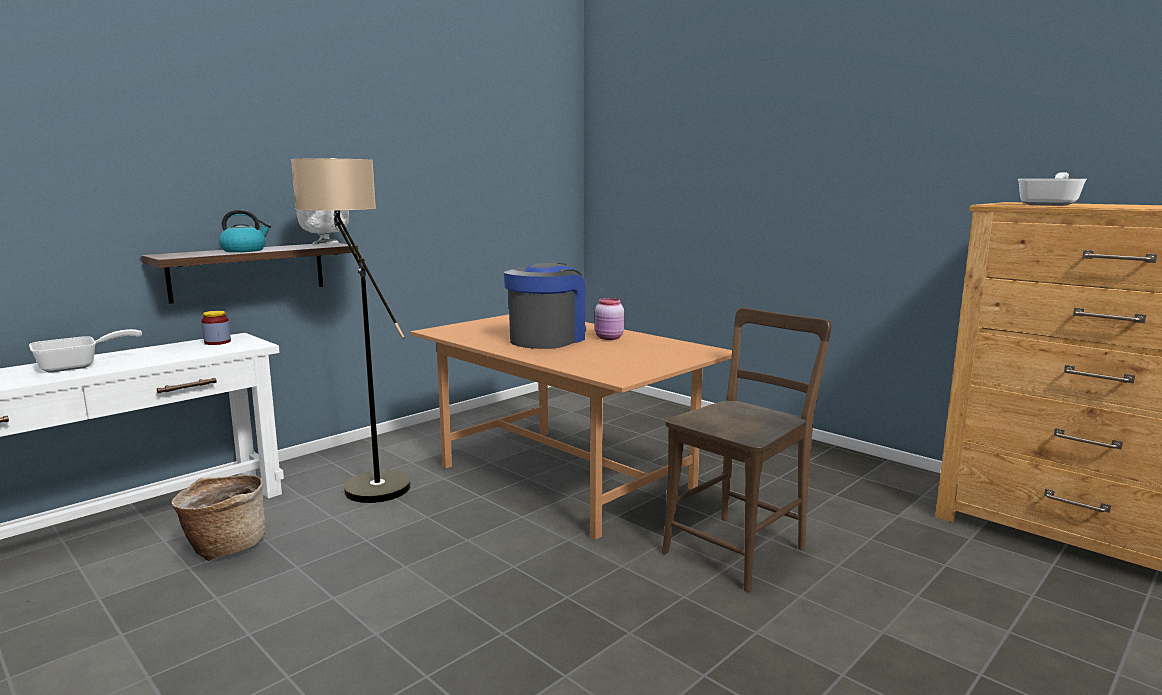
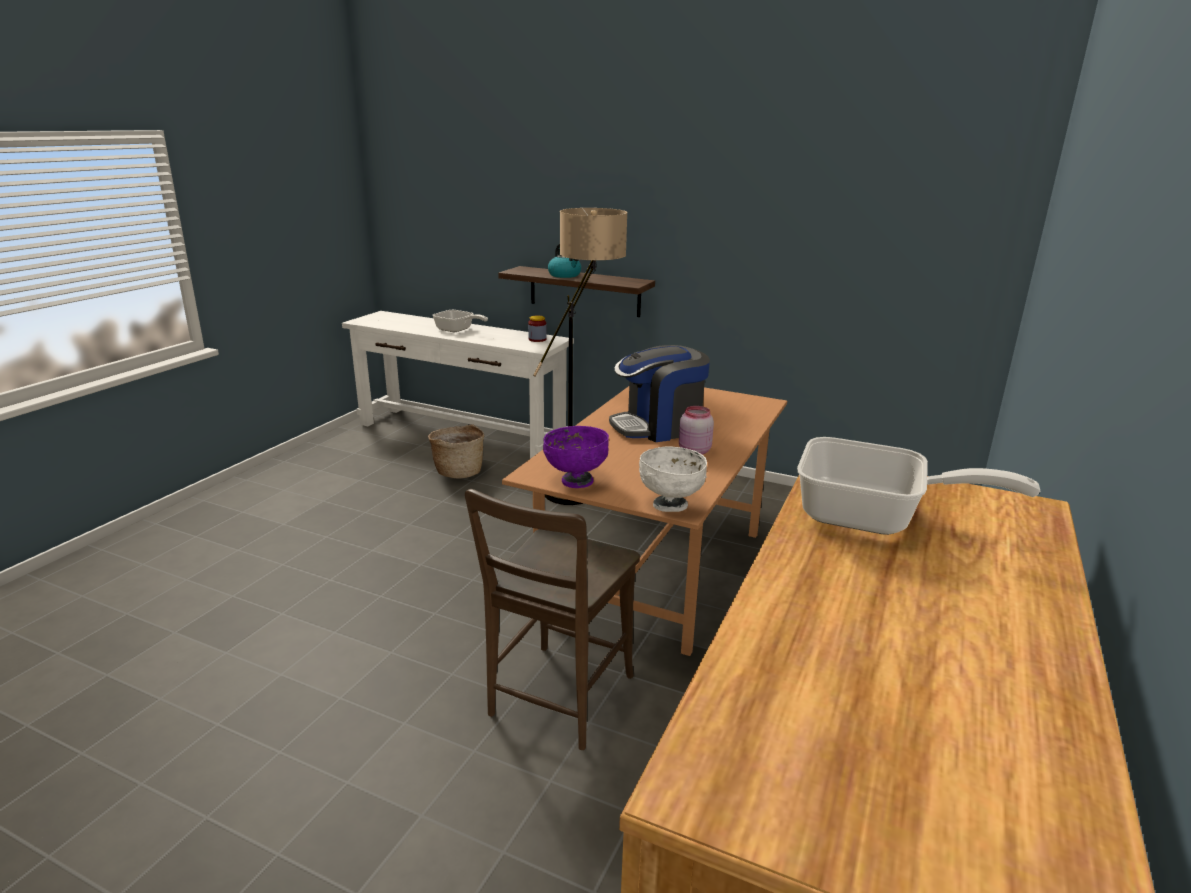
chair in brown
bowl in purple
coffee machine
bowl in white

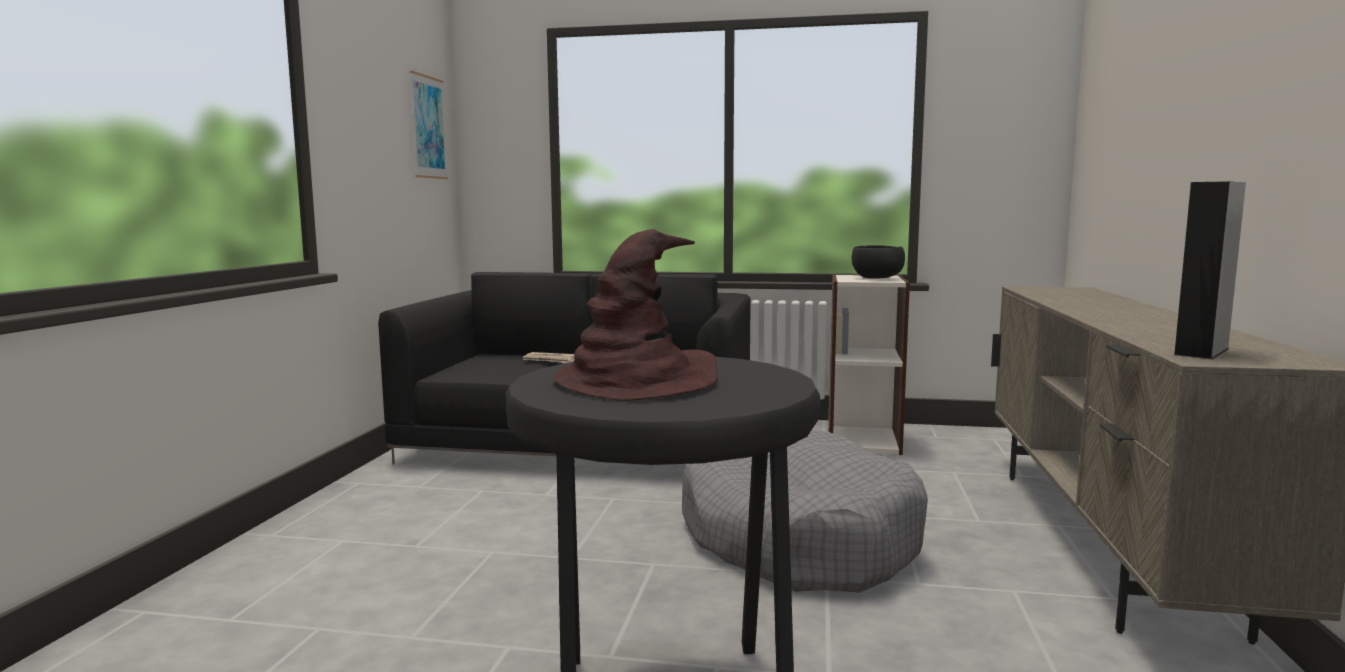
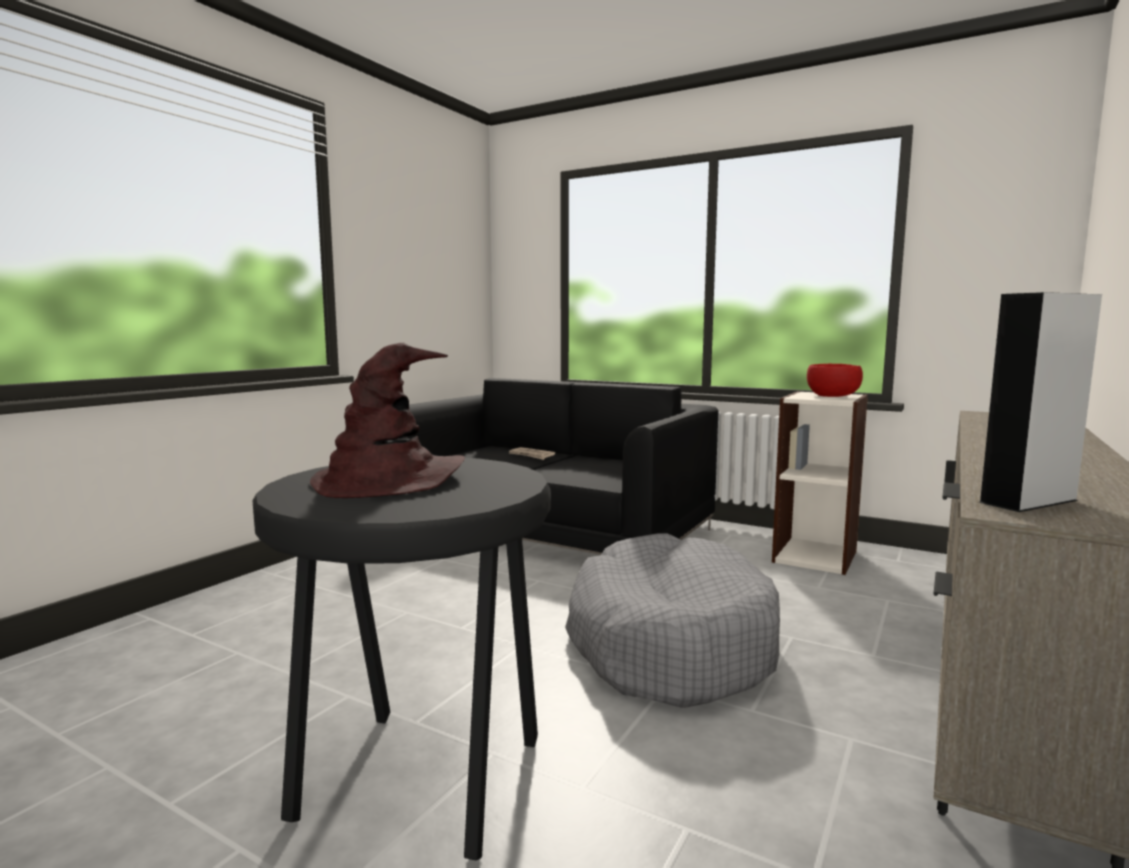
bowl in red
picture

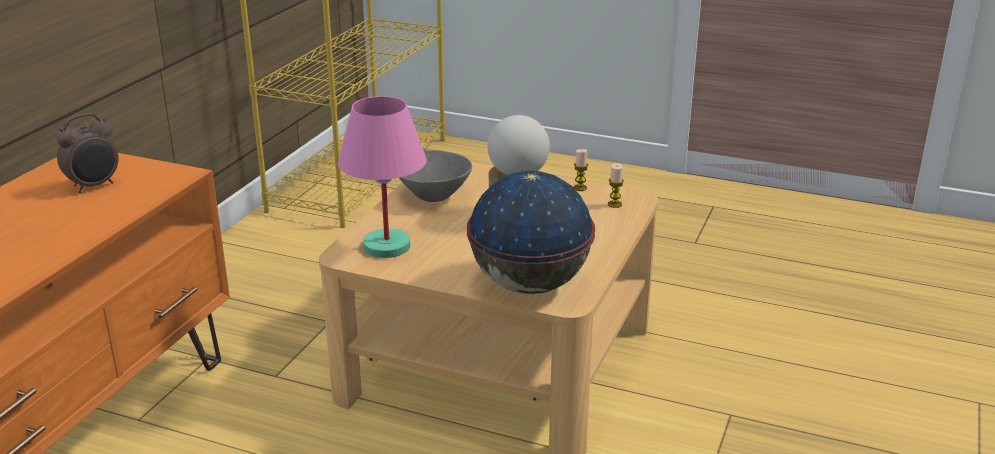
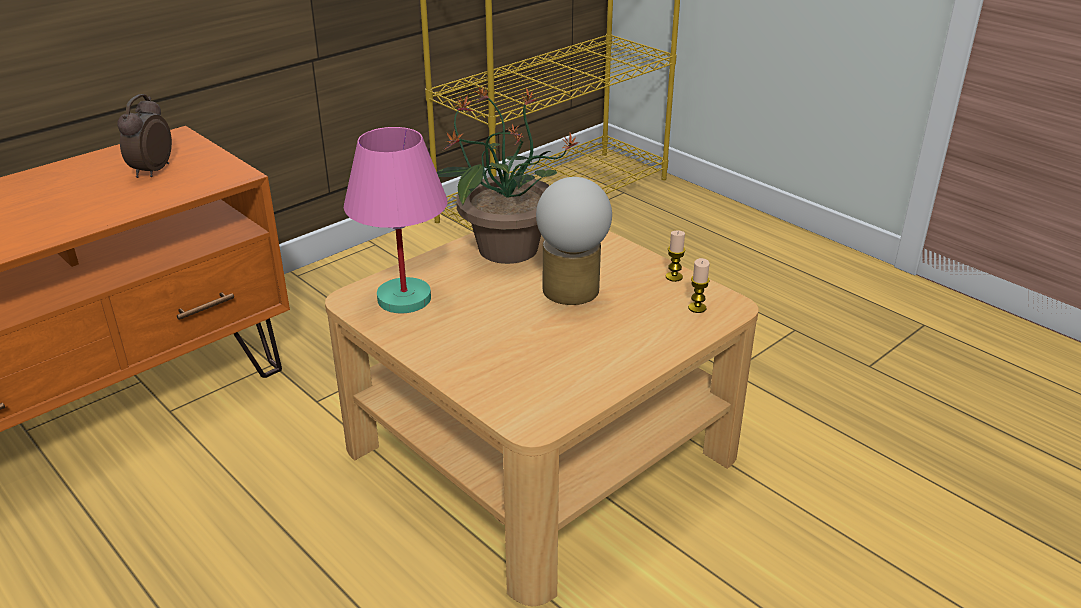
alarm clock
potted plant
globe

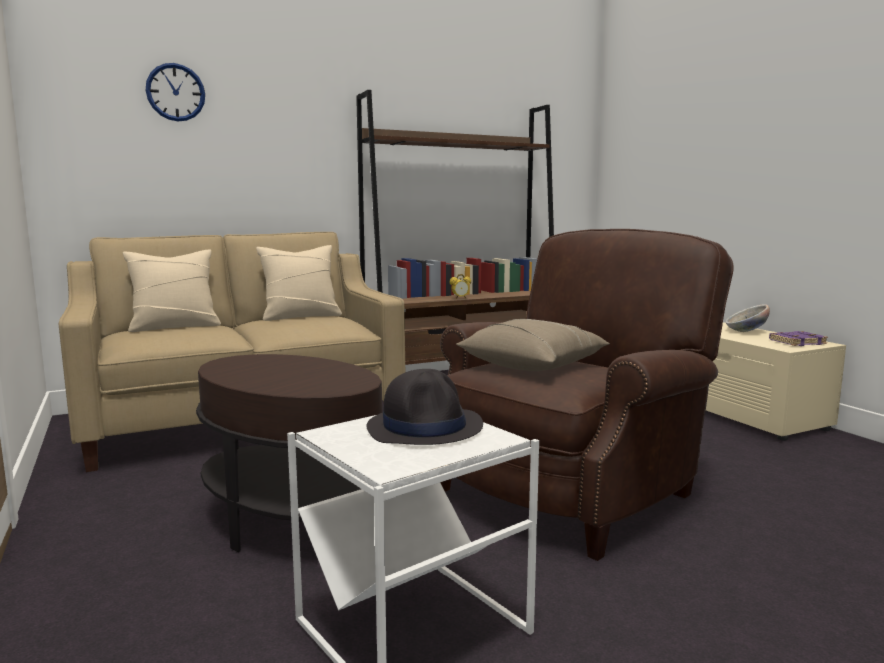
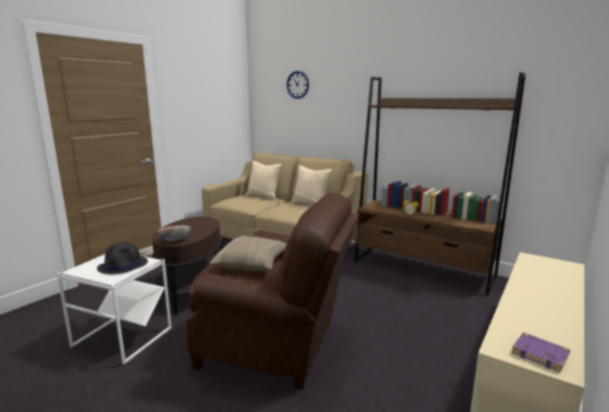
bowl

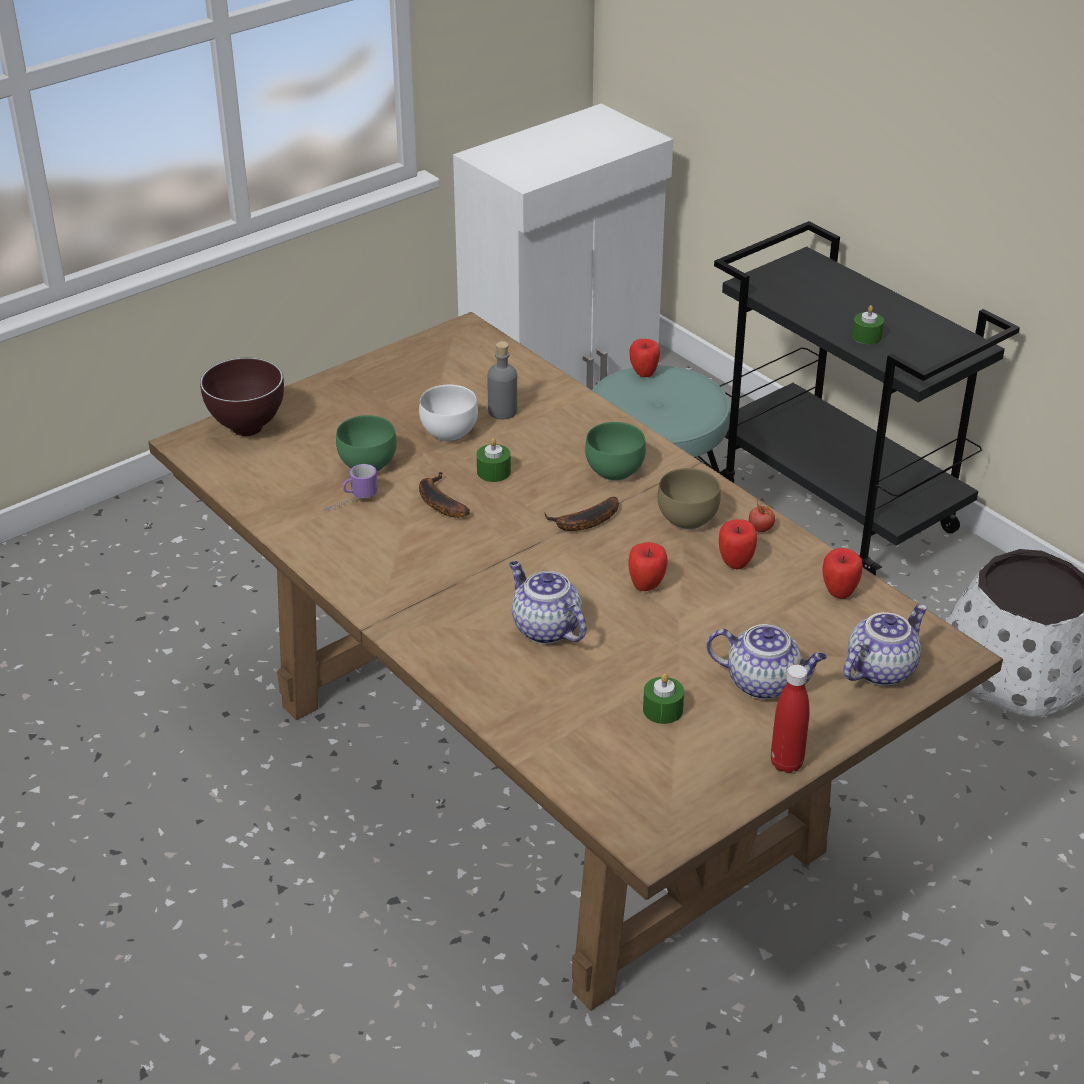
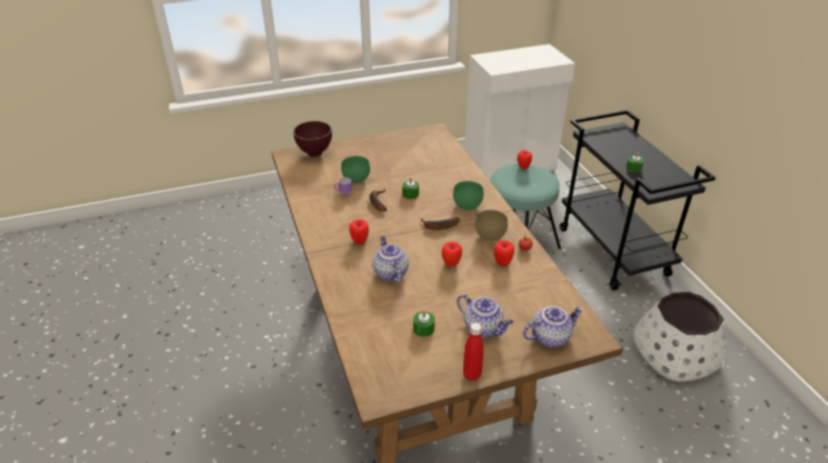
apple (1st from left)
bowl in white
bottle in grey

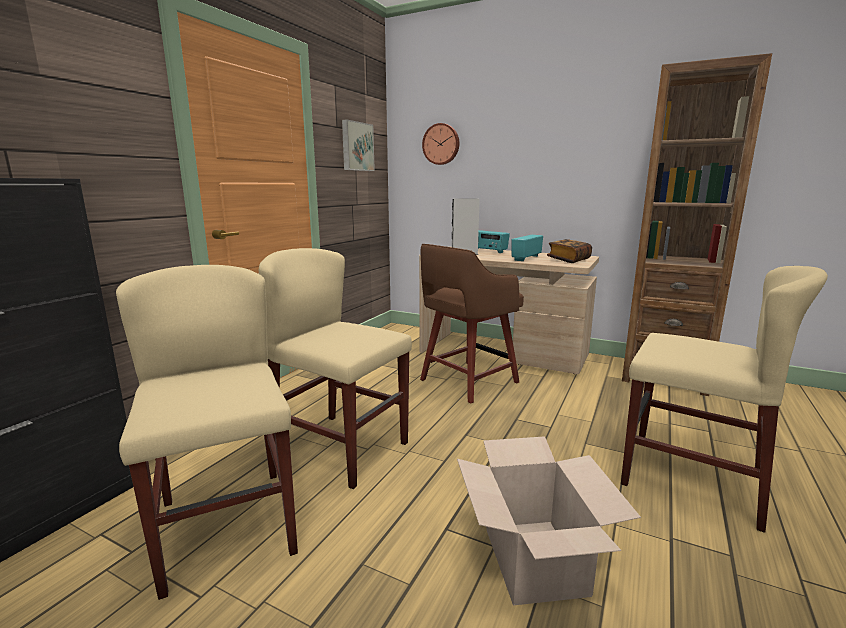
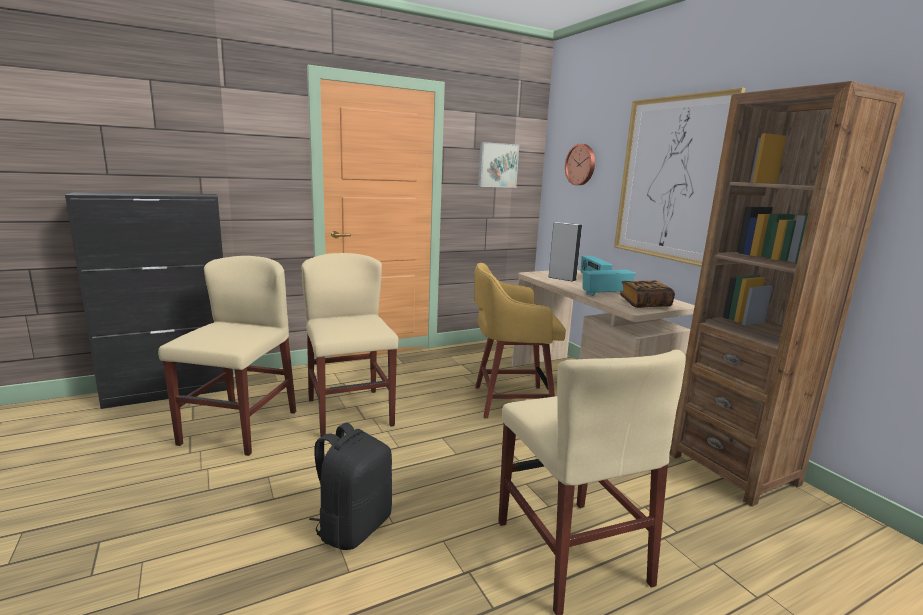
backpack in black
stool in yellow
picture (2nd from left)

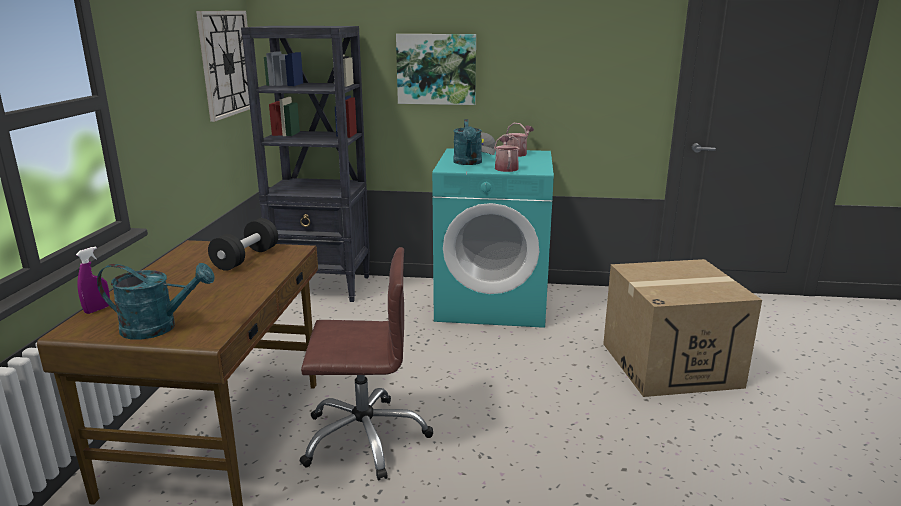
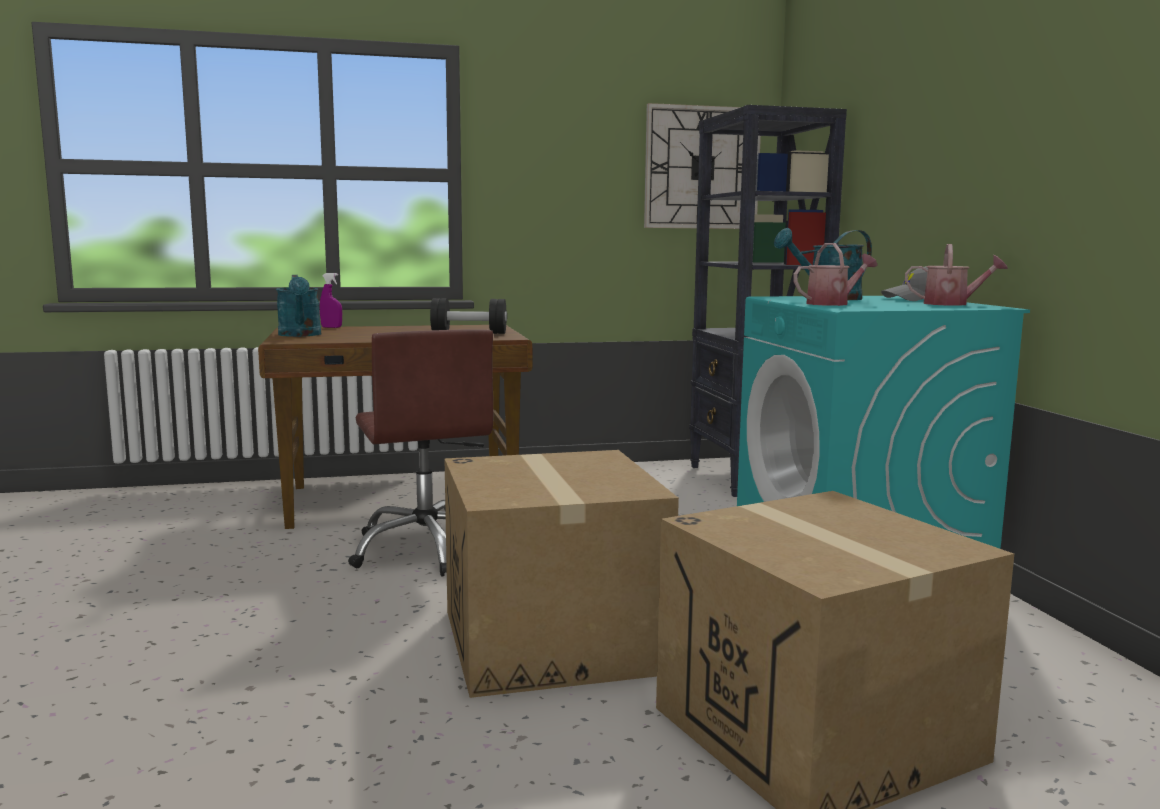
cardboard box (1st from left)
picture

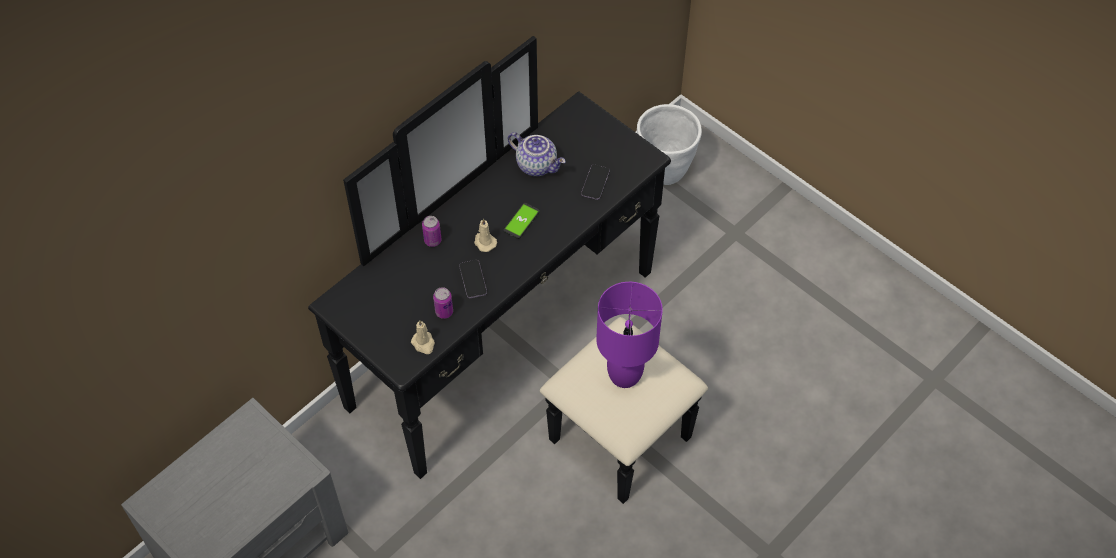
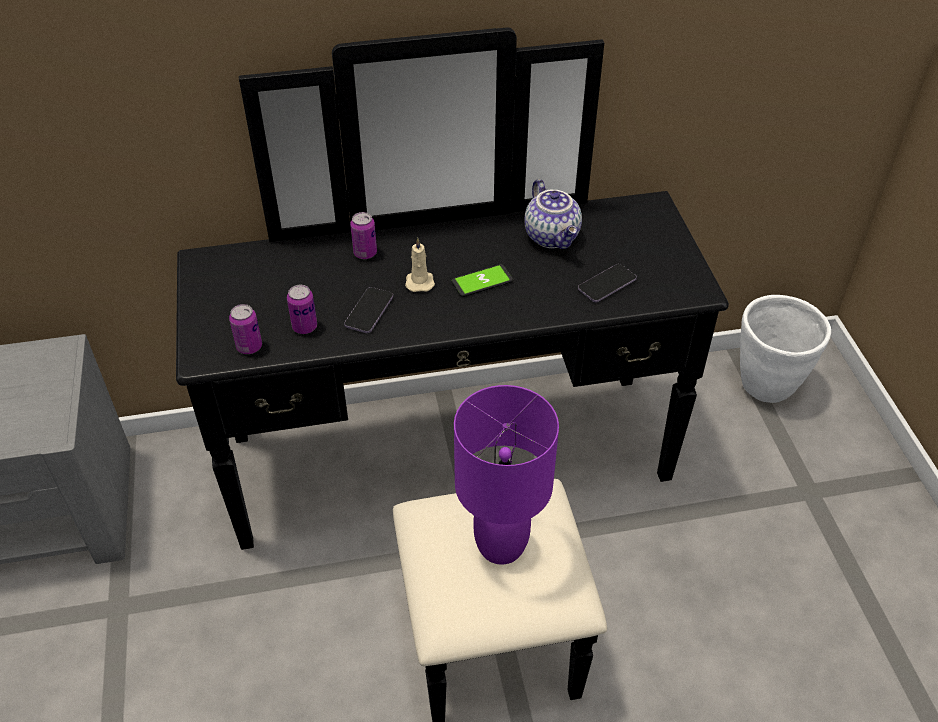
can (1st from left)

